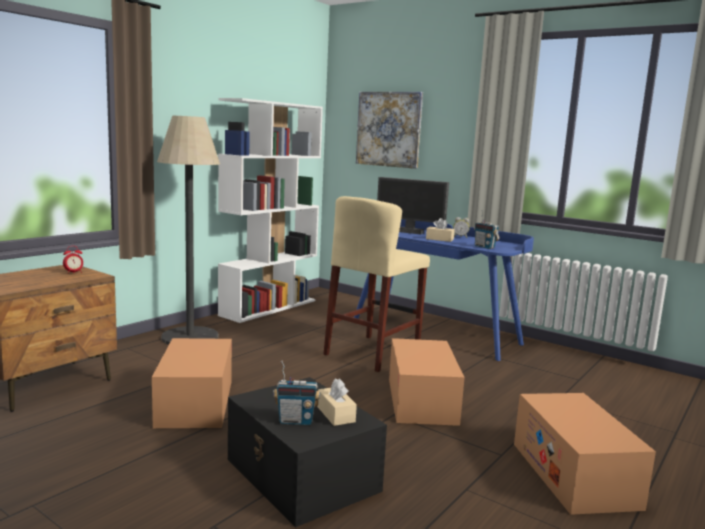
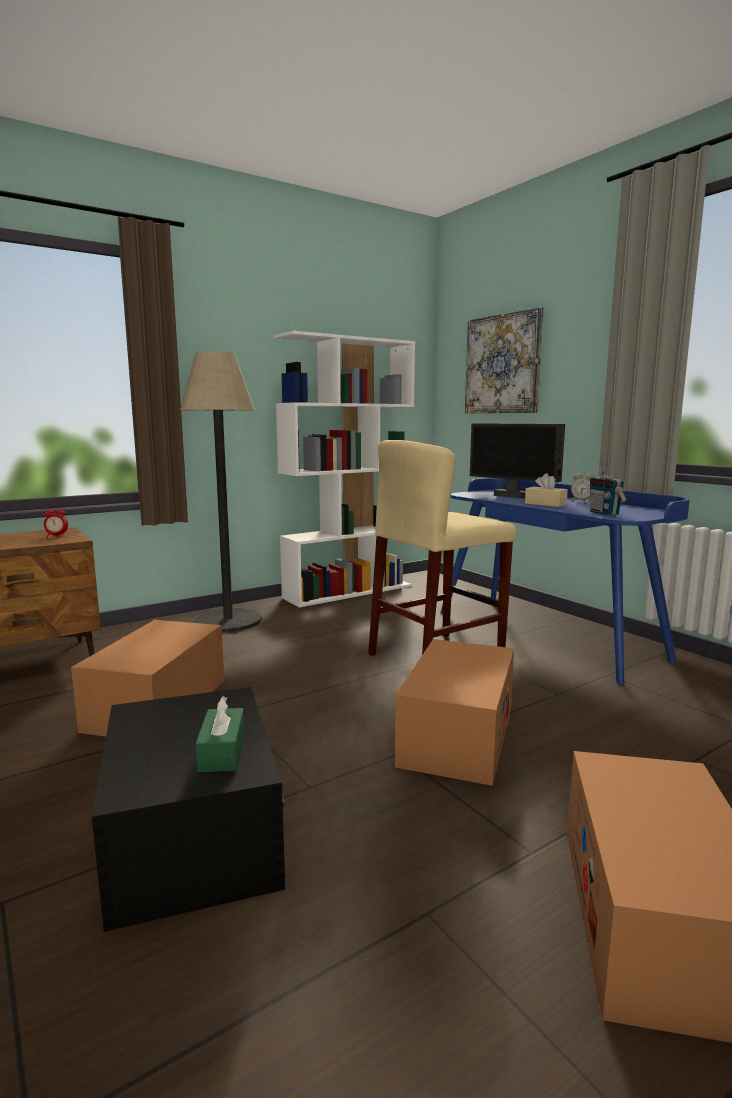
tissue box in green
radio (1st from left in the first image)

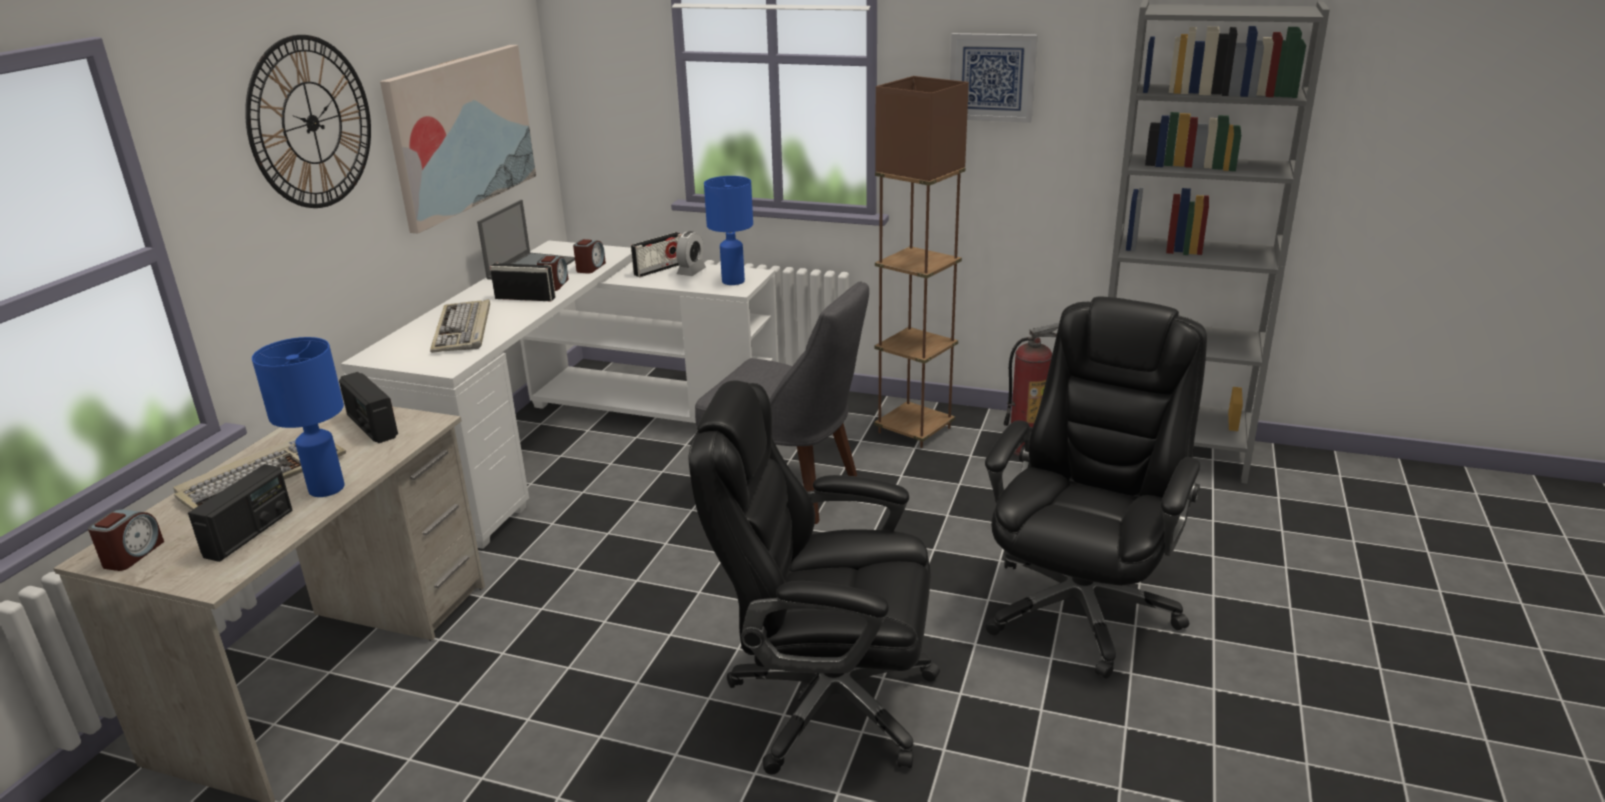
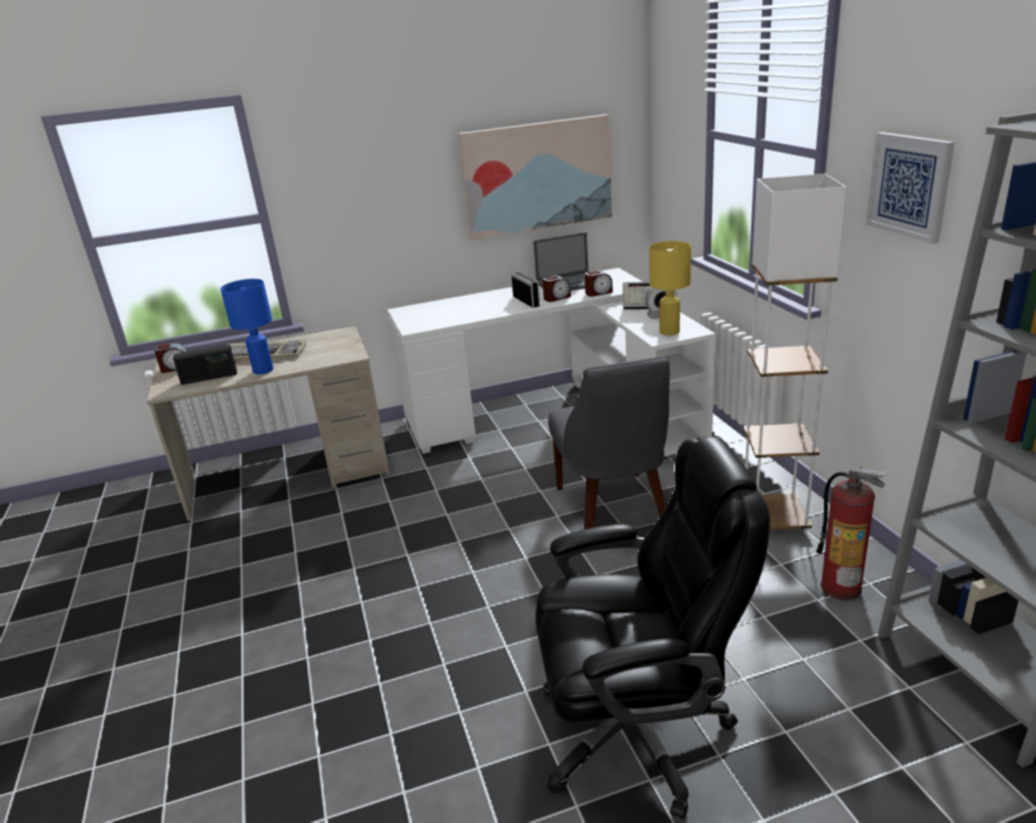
table lamp in yellow
floor lamp in white
wall clock
radio (2nd from left in the first image)
keyboard (2nd from left in the first image)
office chair in black (1st from left in the first image)

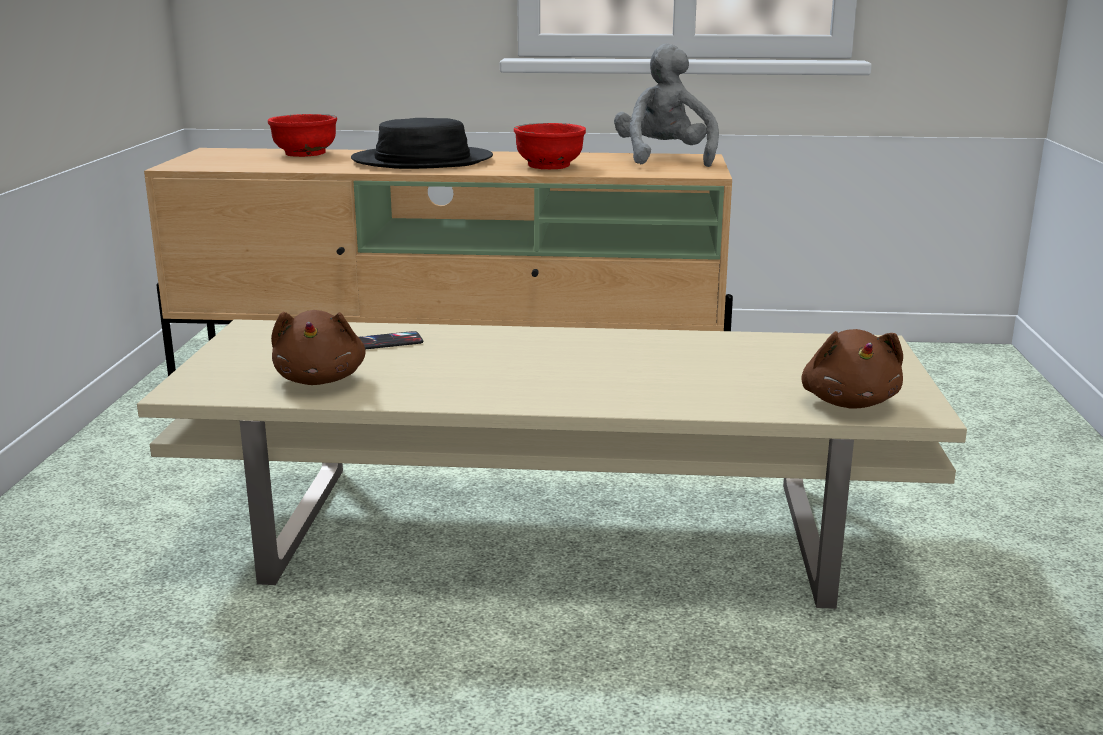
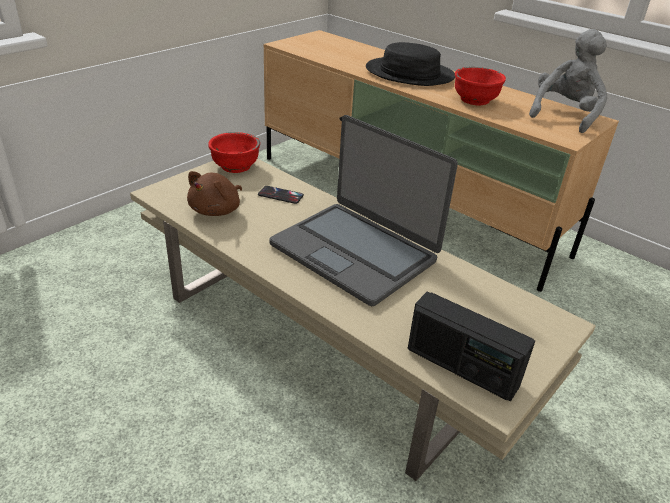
bowl in red (1st from left)
laptop
radio

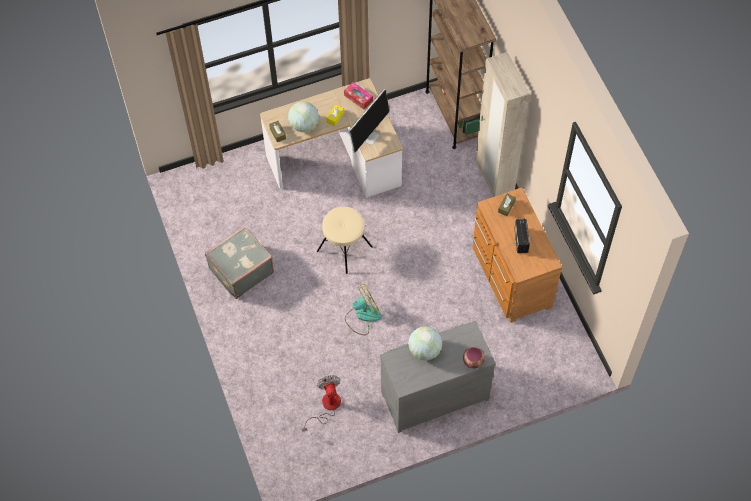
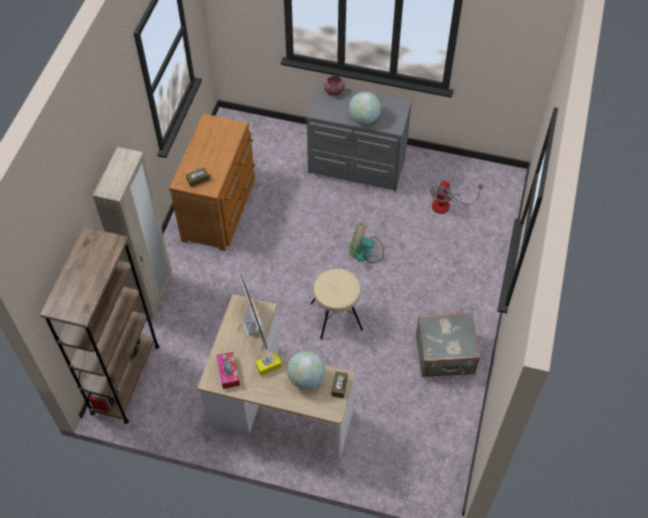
monitor
radio

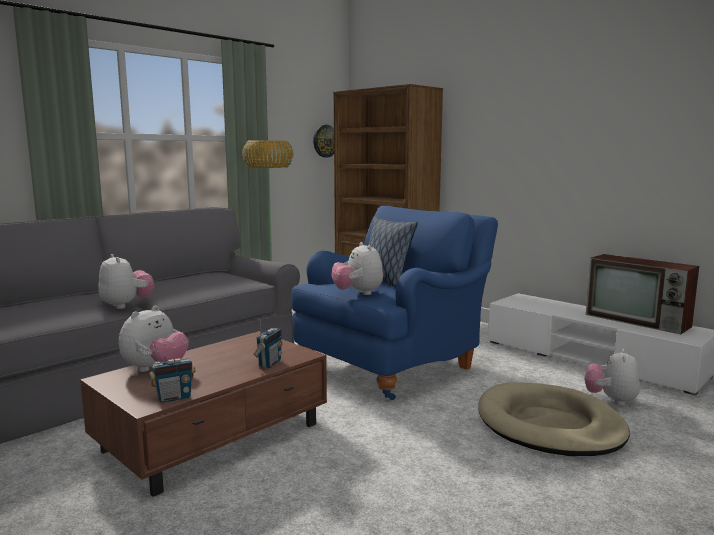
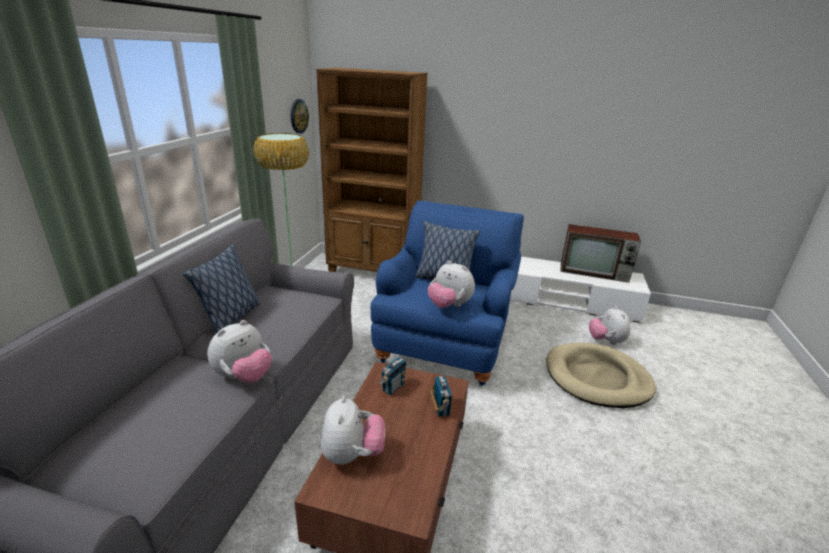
pillow (1st from left)
plush toy (1st from left)
radio (1st from left)

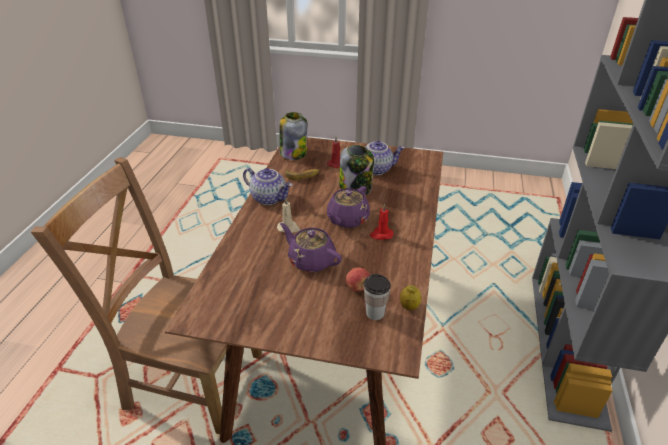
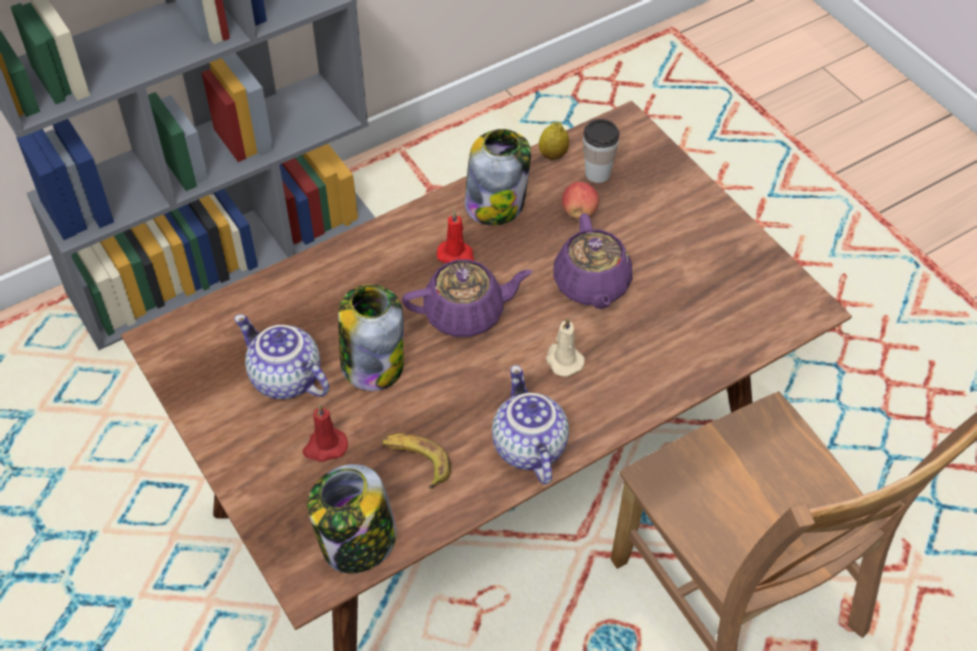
jar (3rd from left)

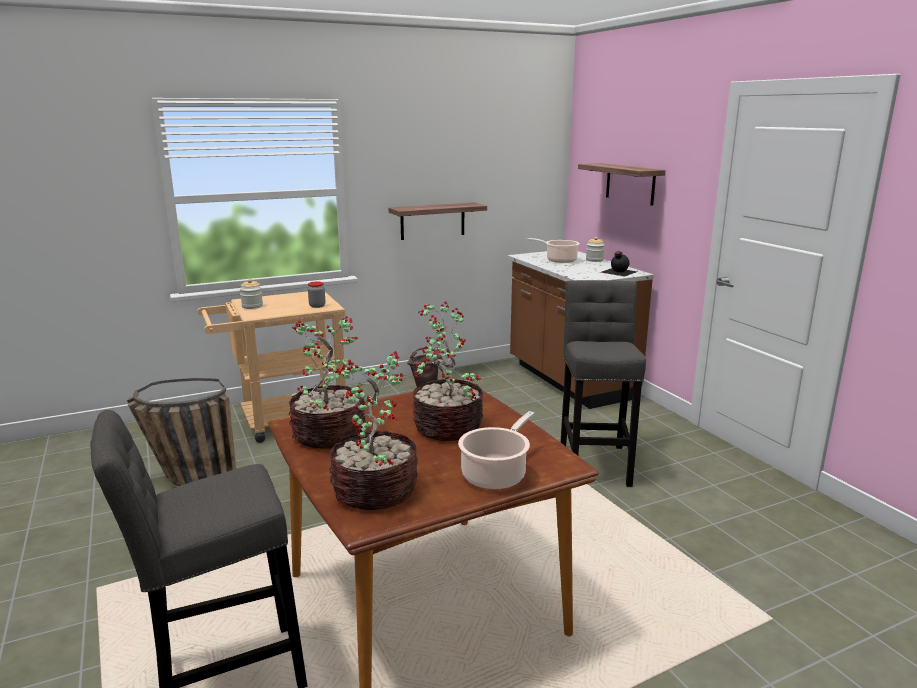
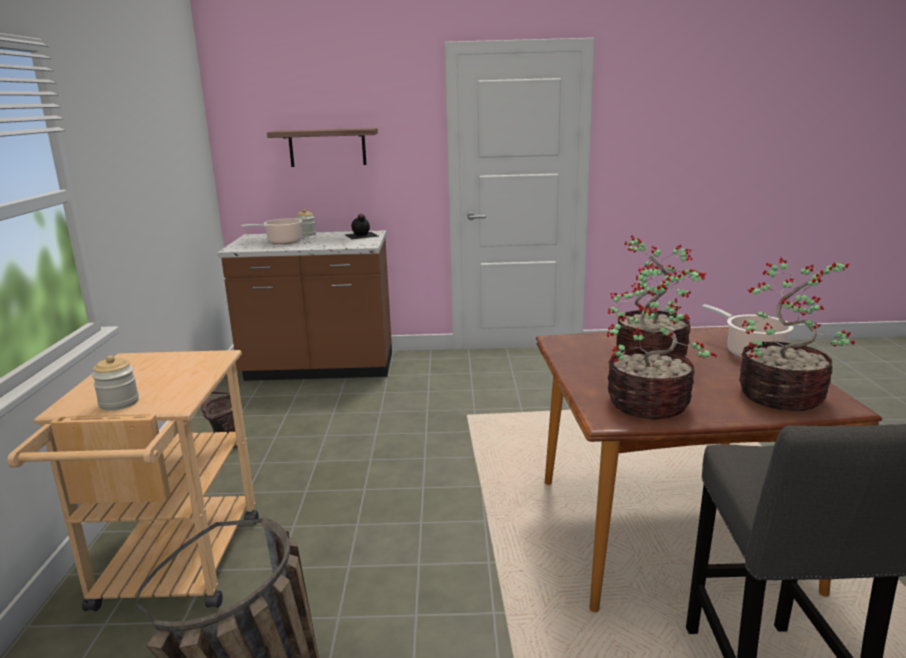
jar (2nd from left in the first image)
shelf (1st from left in the first image)
stool in grey (2nd from left in the first image)

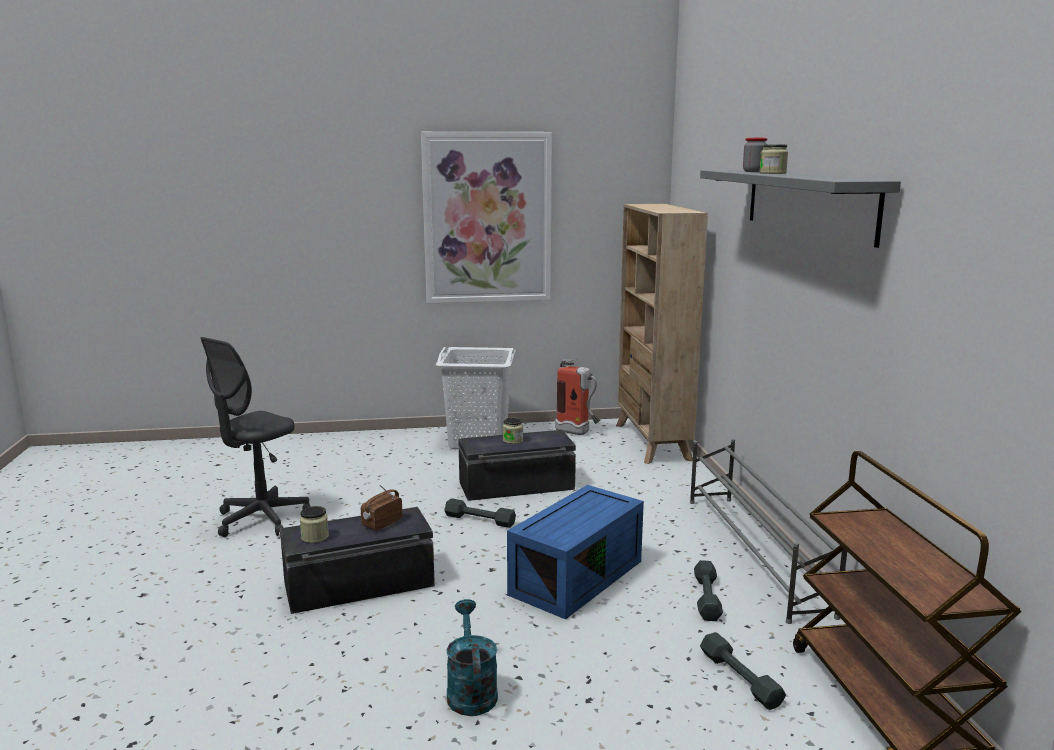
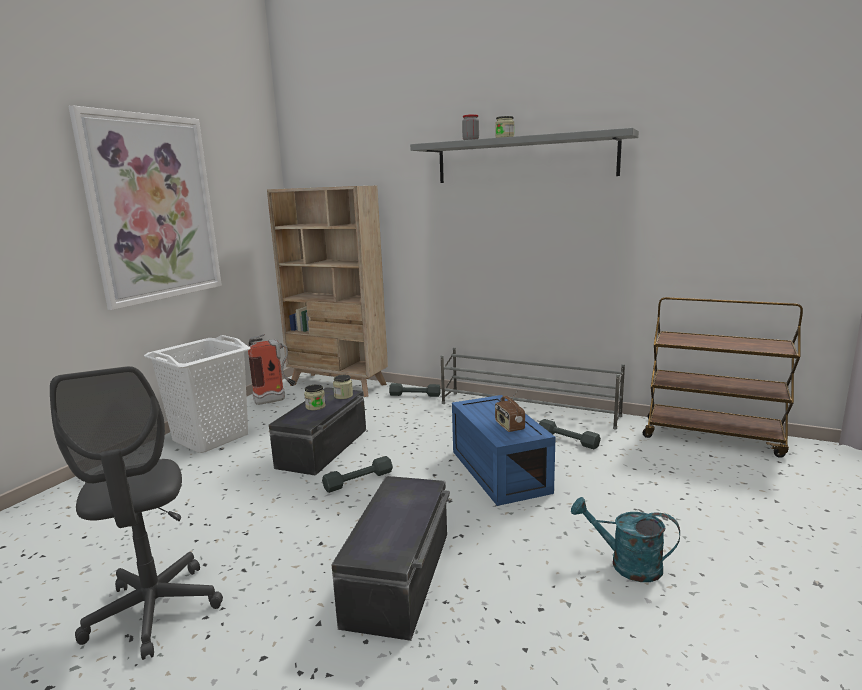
jar (2nd from left)
dumbbell in grey (2nd from left)
radio

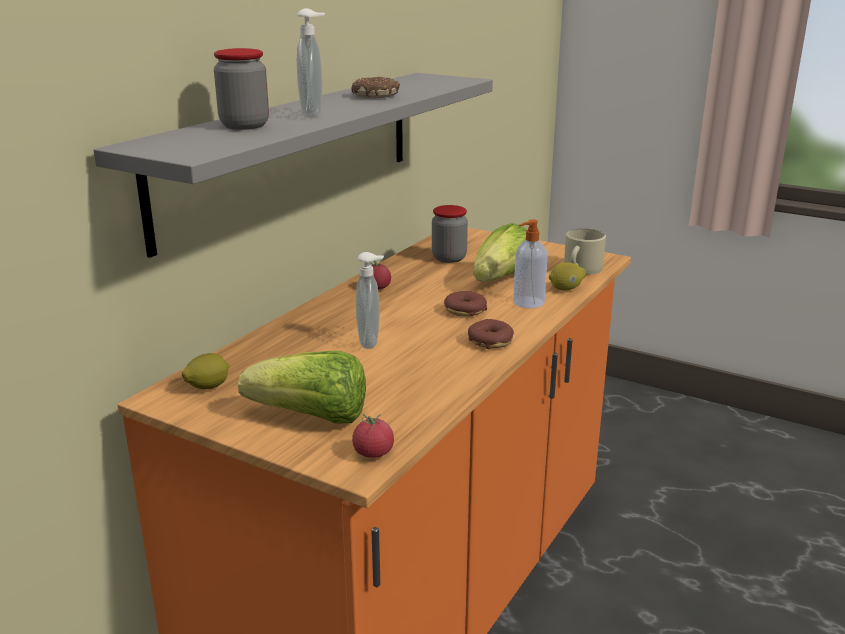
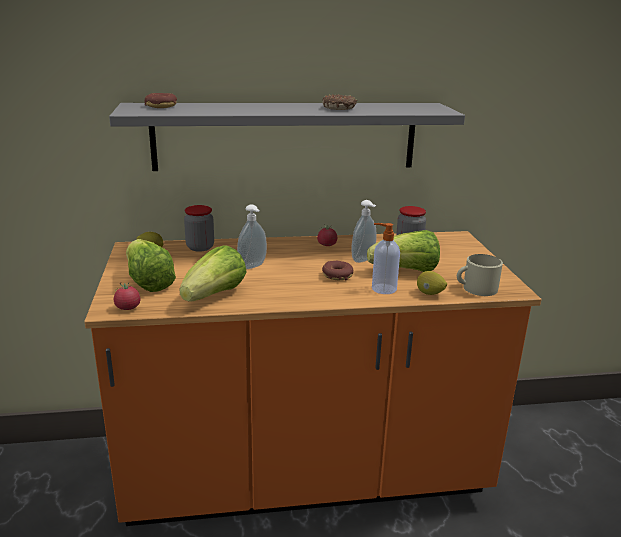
donut (1st from left)
lettuce (2nd from left)
jar (1st from left)
soap dispenser (2nd from left)

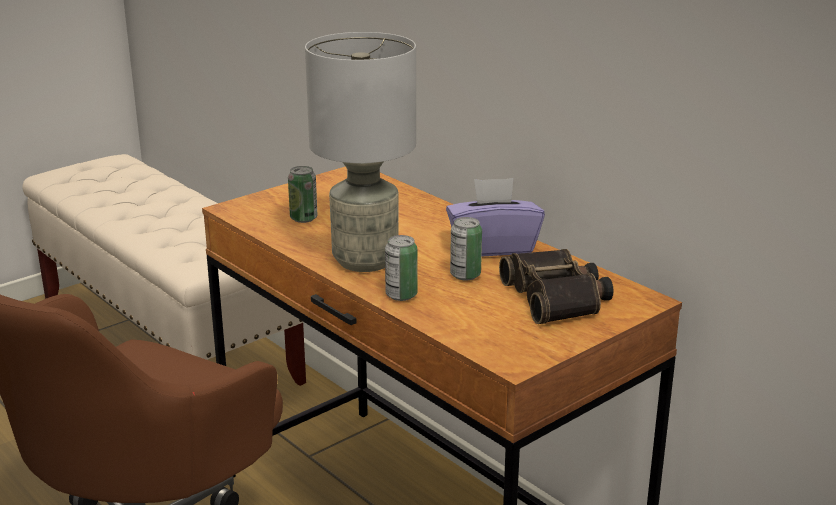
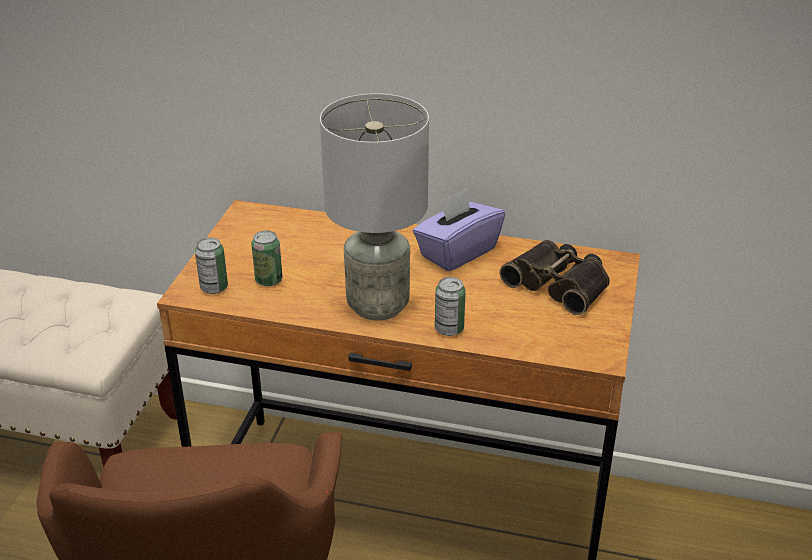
can (1st from left)

